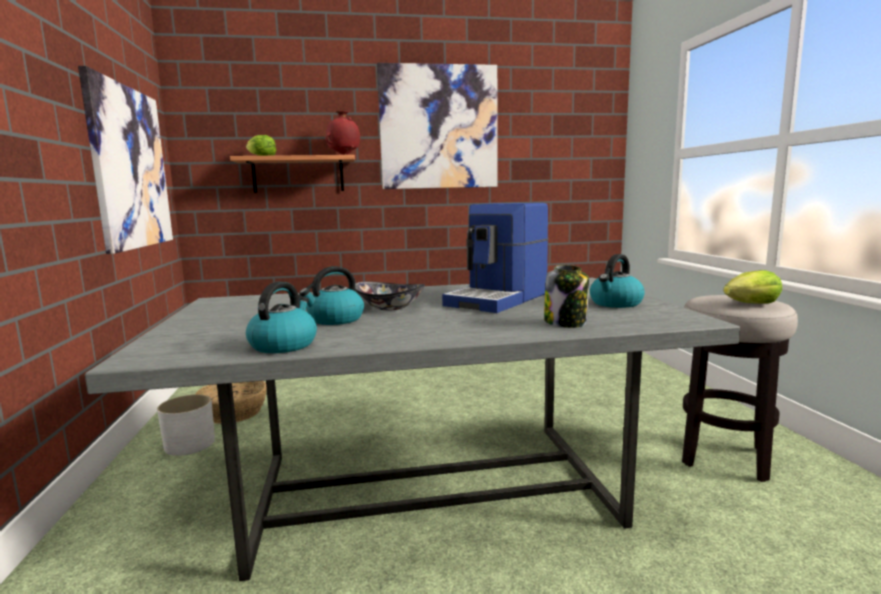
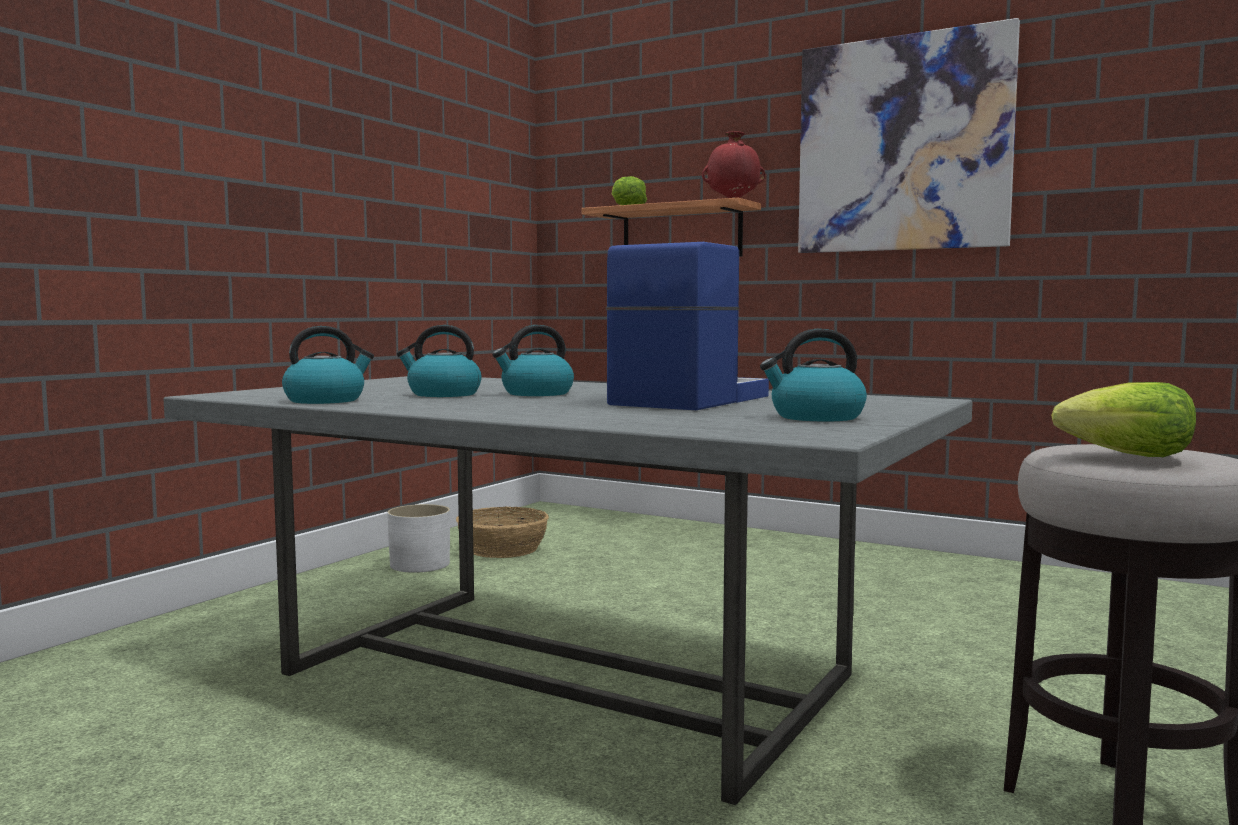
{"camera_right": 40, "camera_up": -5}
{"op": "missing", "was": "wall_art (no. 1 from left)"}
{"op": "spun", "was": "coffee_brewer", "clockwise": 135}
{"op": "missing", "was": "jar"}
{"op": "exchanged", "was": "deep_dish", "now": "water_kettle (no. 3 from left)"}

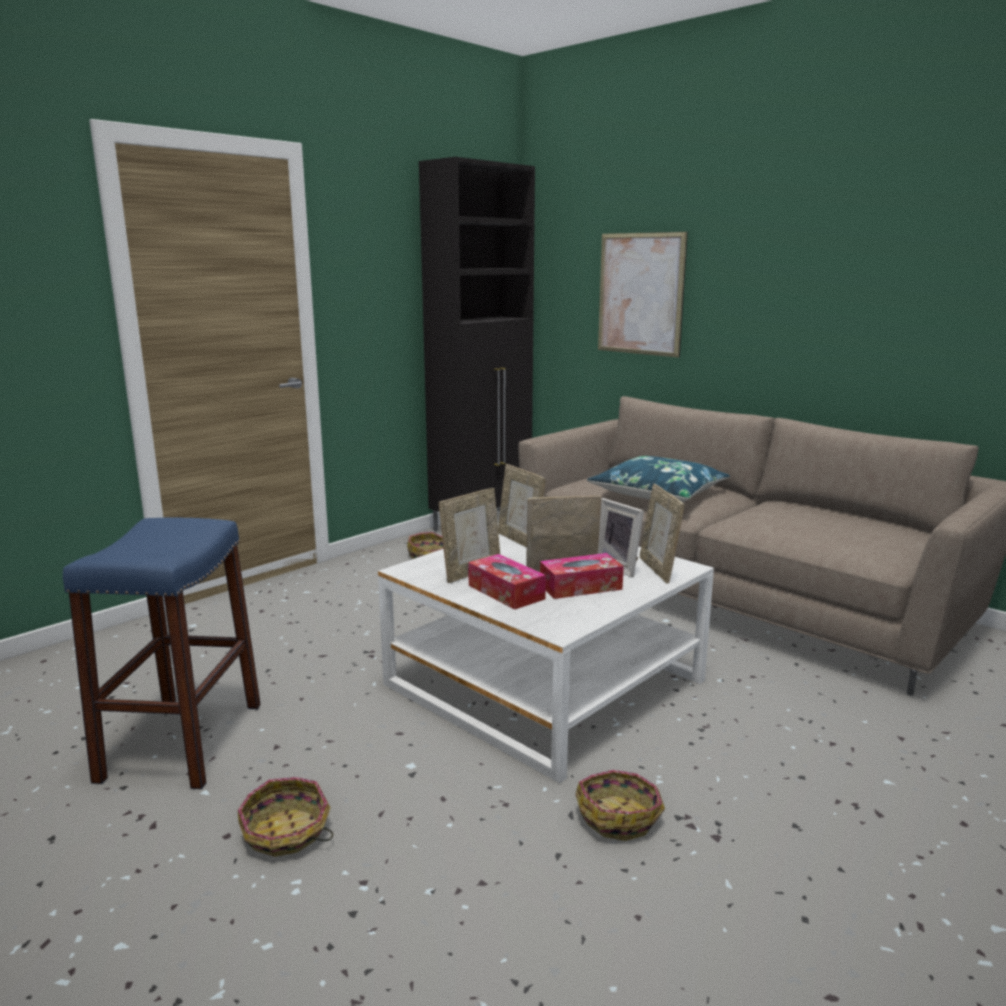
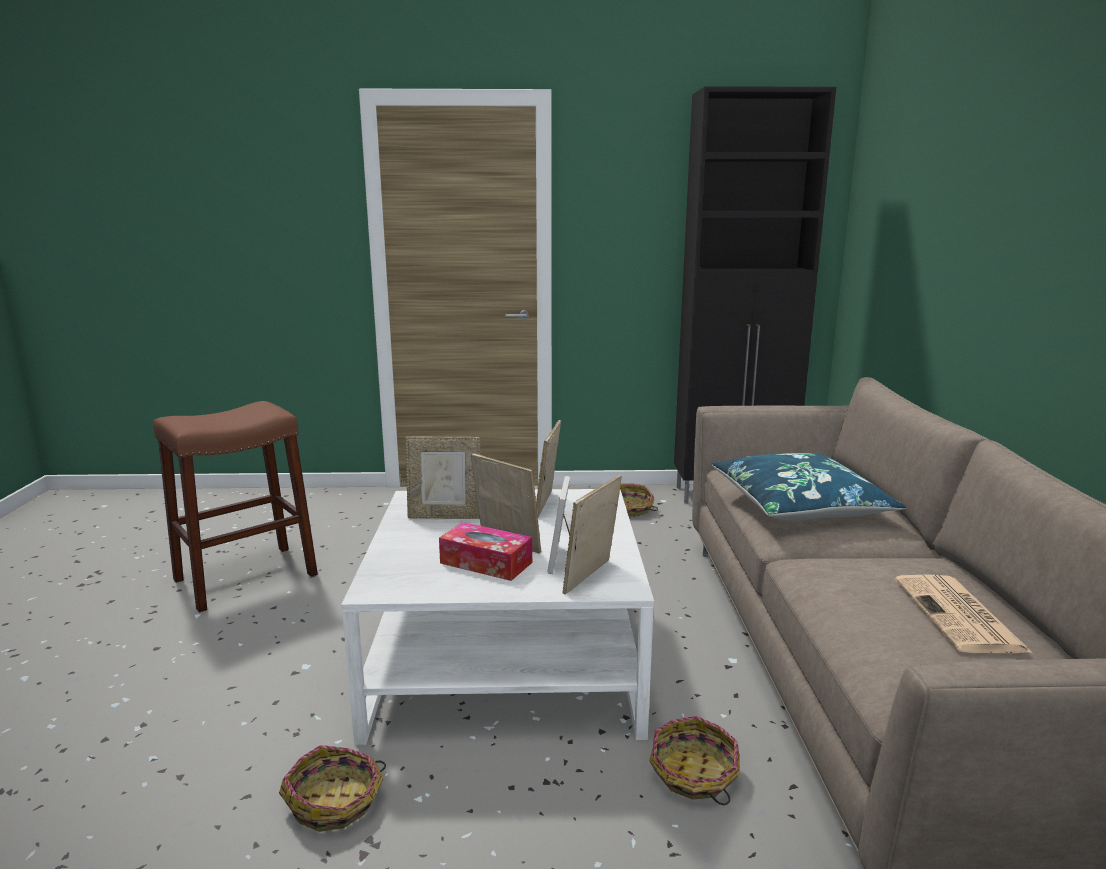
{"camera_right": 45, "camera_up": 0}
{"op": "missing", "was": "wall_art"}
{"op": "colour", "was": "blue-coloured_sitting_stool", "now": "brownish_sitting_stool"}
{"op": "missing", "was": "tissue_holder (no. 1 from left)"}
{"op": "relocated", "was": "storage_basket (no. 1 from left in the first image)", "now": "storage_basket (no. 3 from left)"}
{"op": "appeared", "now": "daily_paper"}

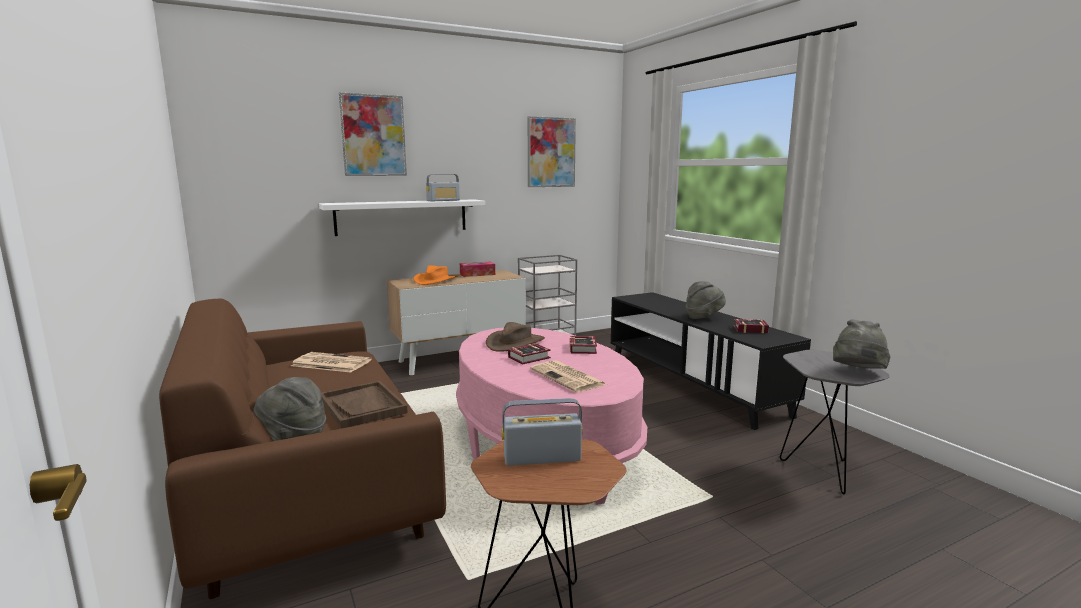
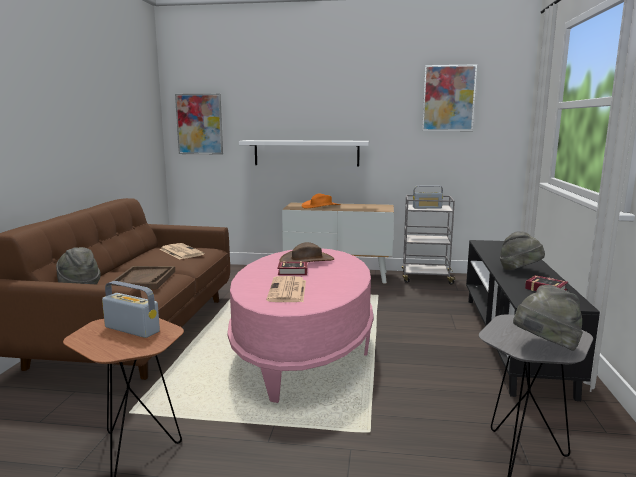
{"camera_right": 35, "camera_up": 0}
{"op": "relocated", "was": "wall_art (no. 1 from left)"}
{"op": "relocated", "was": "radio_receiver (no. 1 from left in the first image)", "now": "radio_receiver (no. 2 from left)"}
{"op": "missing", "was": "tissue_holder"}
{"op": "missing", "was": "bound_book (no. 2 from left)"}

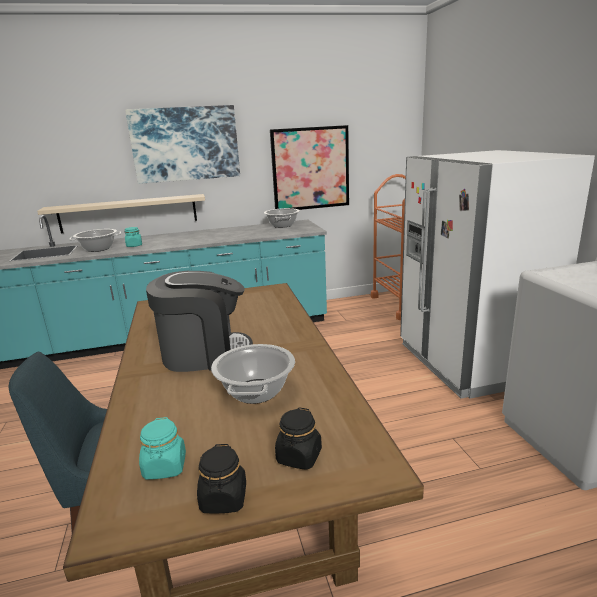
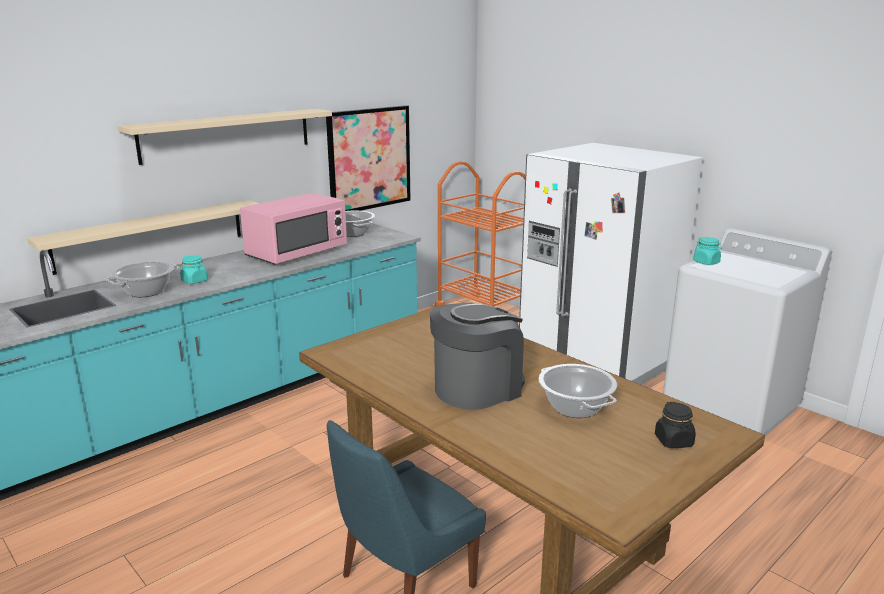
{"camera_right": -30, "camera_up": 0}
{"op": "exchanged", "was": "wall_art (no. 1 from left)", "now": "beige_wall_shelf (no. 2 from left)"}
{"op": "relocated", "was": "turquoise-coloured_jar (no. 2 from left)"}
{"op": "missing", "was": "blackish_jar (no. 1 from left)"}
{"op": "appeared", "now": "pink-coloured_microwave"}

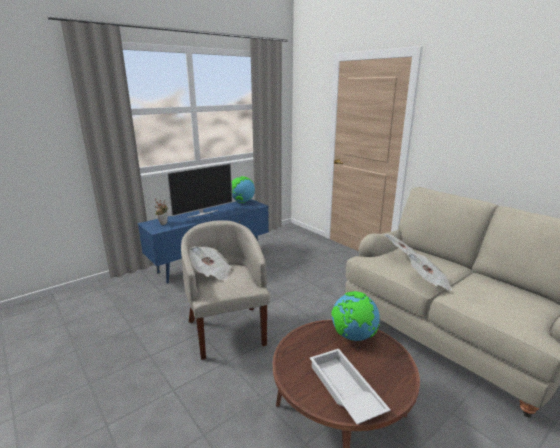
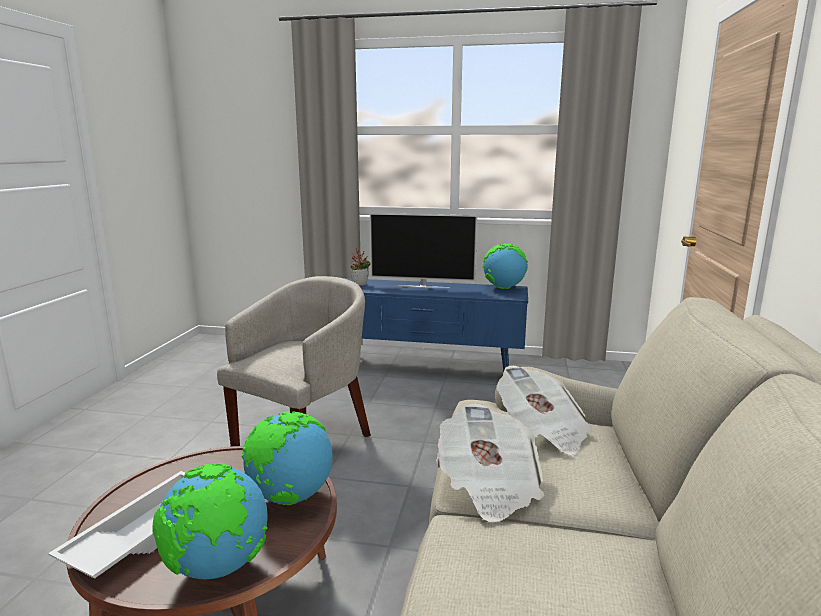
{"camera_right": 50, "camera_up": -5}
{"op": "missing", "was": "daily_paper (no. 1 from left)"}
{"op": "appeared", "now": "world_globe (no. 1 from left)"}

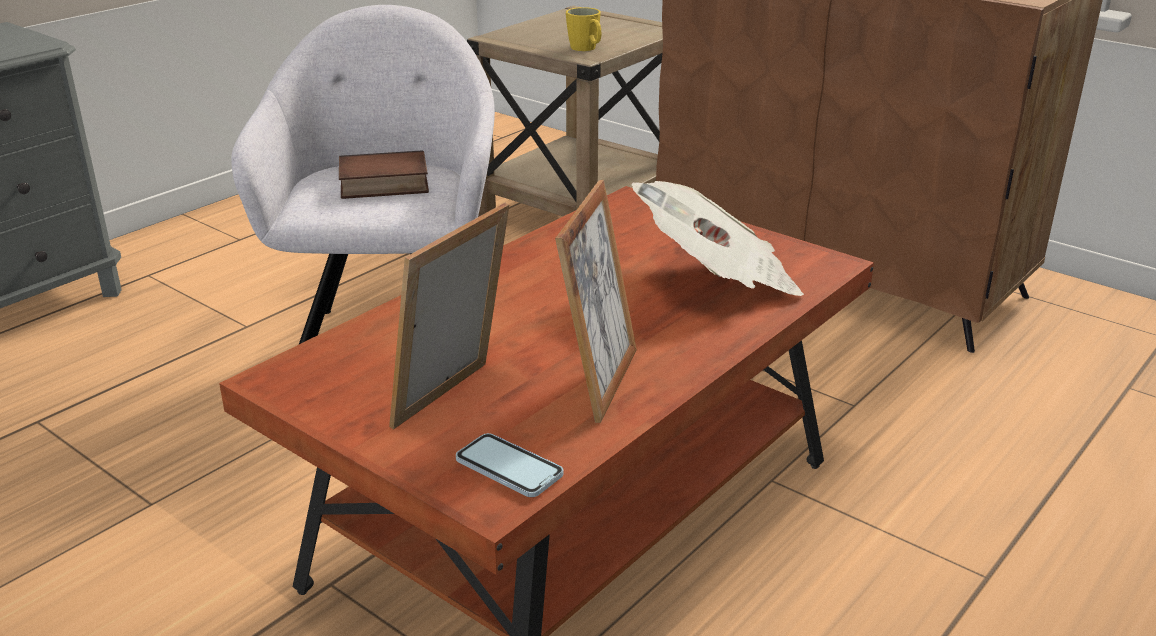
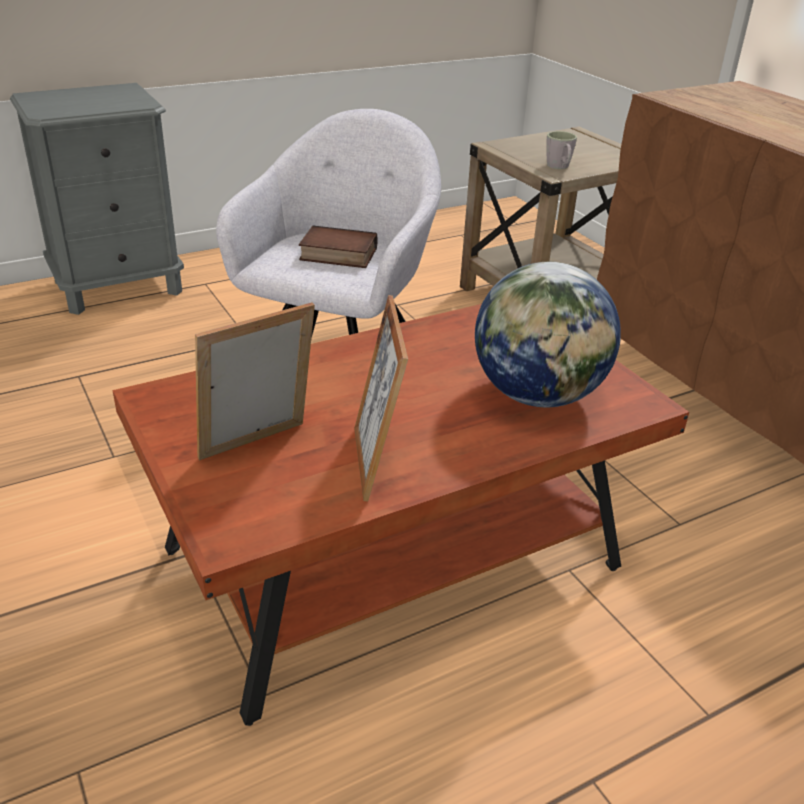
{"camera_right": 20, "camera_up": 5}
{"op": "colour", "was": "yellow_coffee_mug", "now": "grey_coffee_mug"}
{"op": "spun", "was": "photo_frame (no. 2 from left)", "clockwise": 135}
{"op": "exchanged", "was": "daily_paper", "now": "world_globe"}
{"op": "missing", "was": "telephone"}

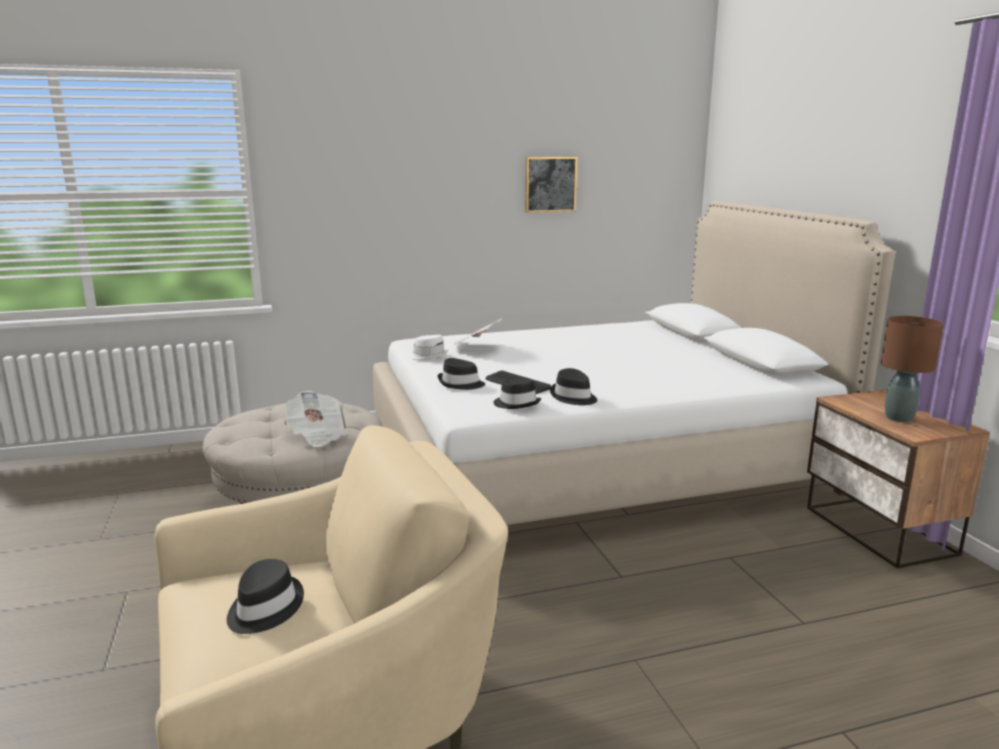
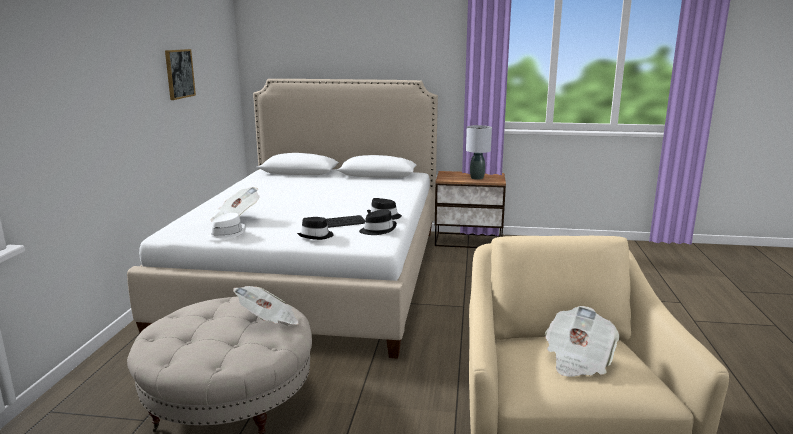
{"camera_right": -65, "camera_up": 0}
{"op": "colour", "was": "brownish_lamp_for_a_table", "now": "grey_lamp_for_a_table"}
{"op": "exchanged", "was": "blackish_wearable_hat (no. 1 from left)", "now": "daily_paper (no. 3 from left)"}

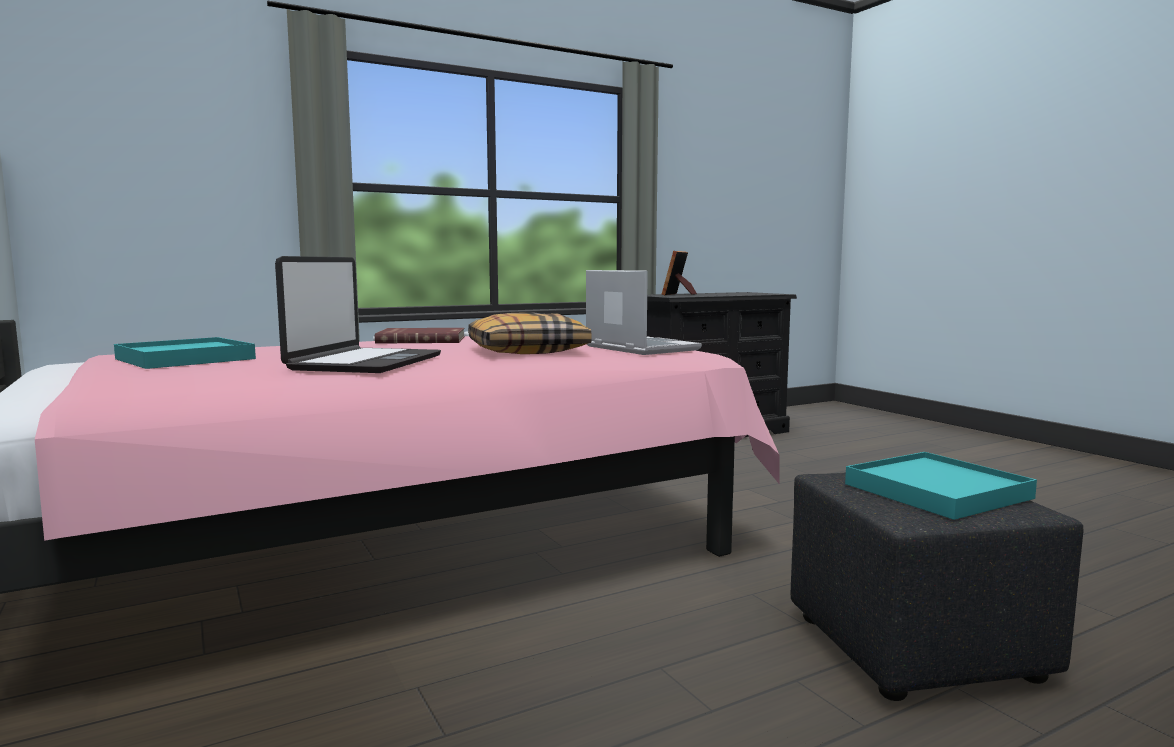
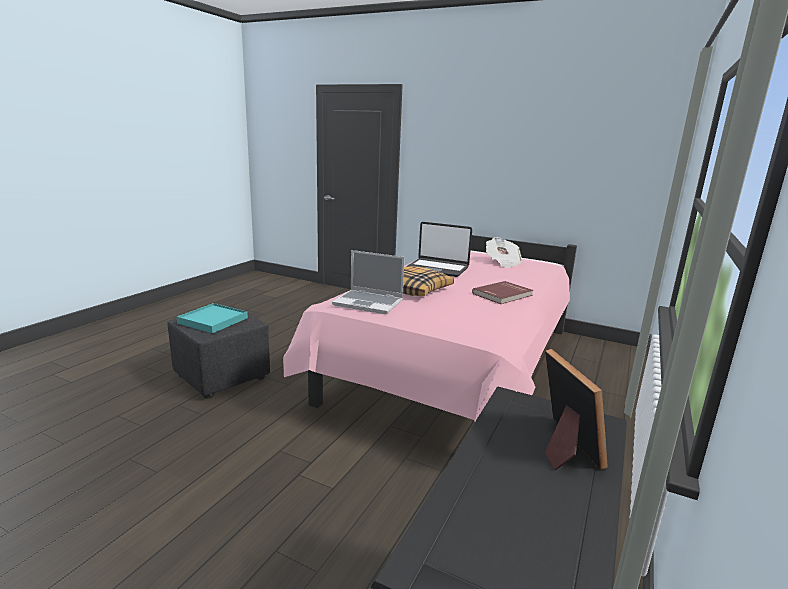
{"camera_right": 145, "camera_up": 10}
{"op": "spun", "was": "portable_computer (no. 1 from left in the first image)", "clockwise": -45}
{"op": "exchanged", "was": "turquoise-coloured_carrying_tray (no. 1 from left)", "now": "daily_paper"}

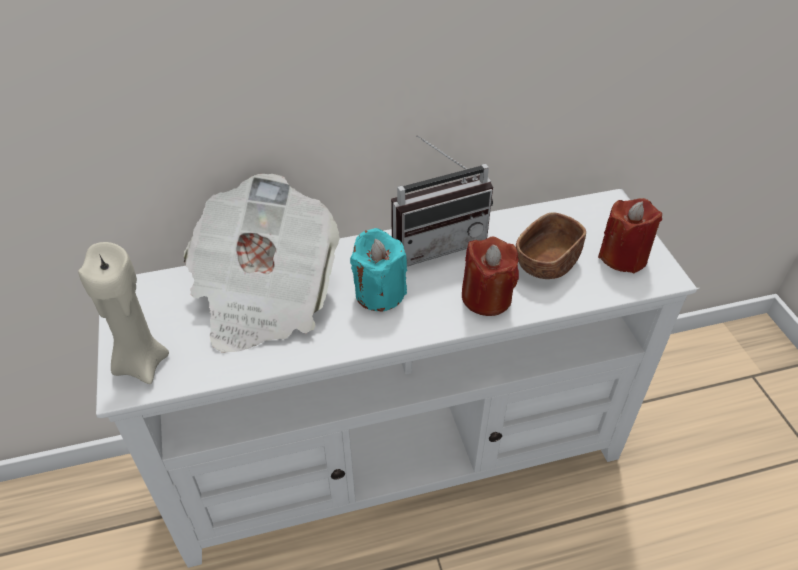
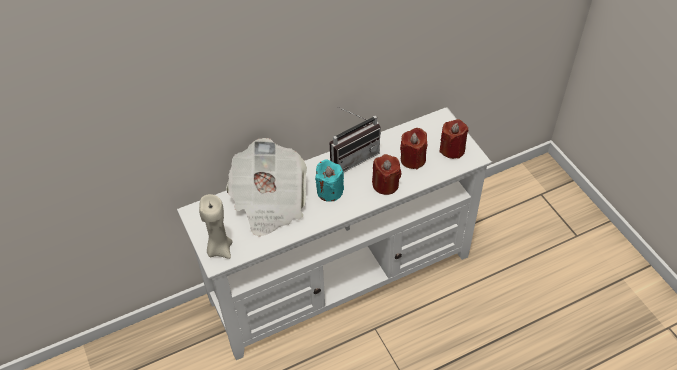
{"camera_right": -10, "camera_up": 5}
{"op": "exchanged", "was": "brownish_deep_dish", "now": "red-coloured_wax_light (no. 2 from left)"}

